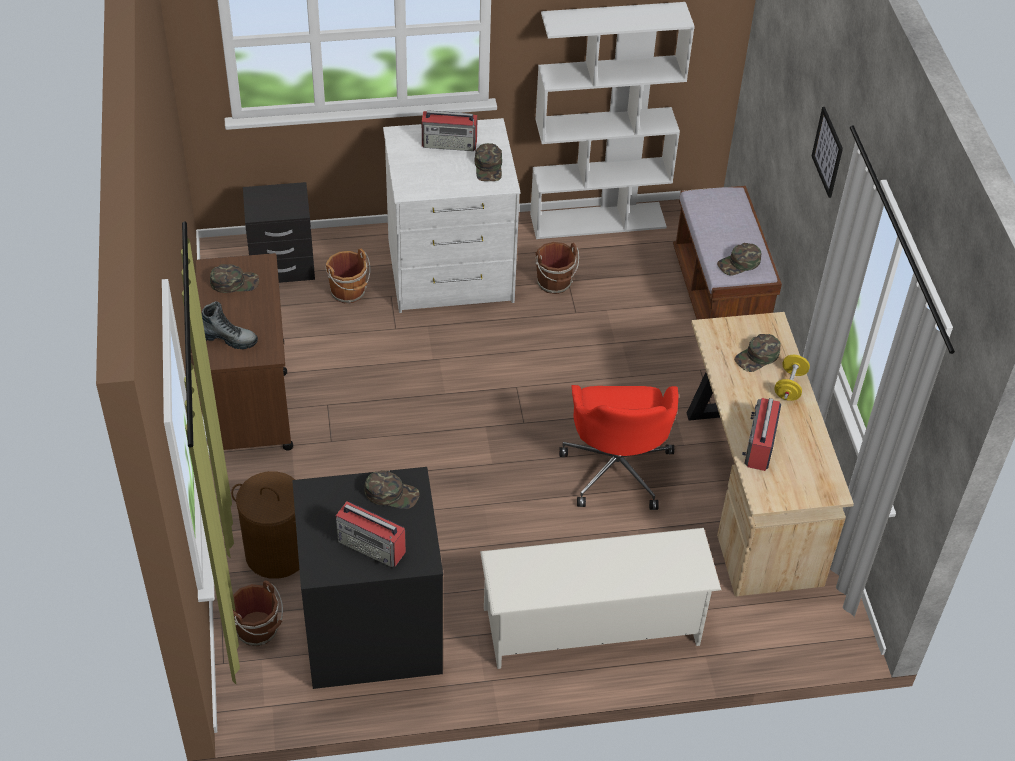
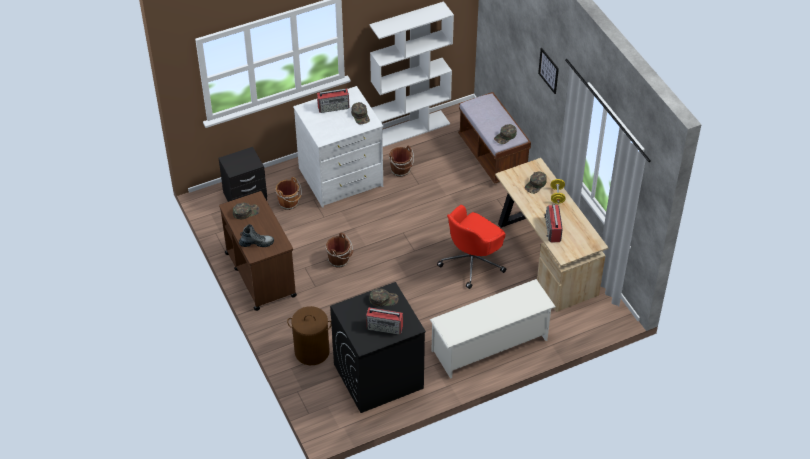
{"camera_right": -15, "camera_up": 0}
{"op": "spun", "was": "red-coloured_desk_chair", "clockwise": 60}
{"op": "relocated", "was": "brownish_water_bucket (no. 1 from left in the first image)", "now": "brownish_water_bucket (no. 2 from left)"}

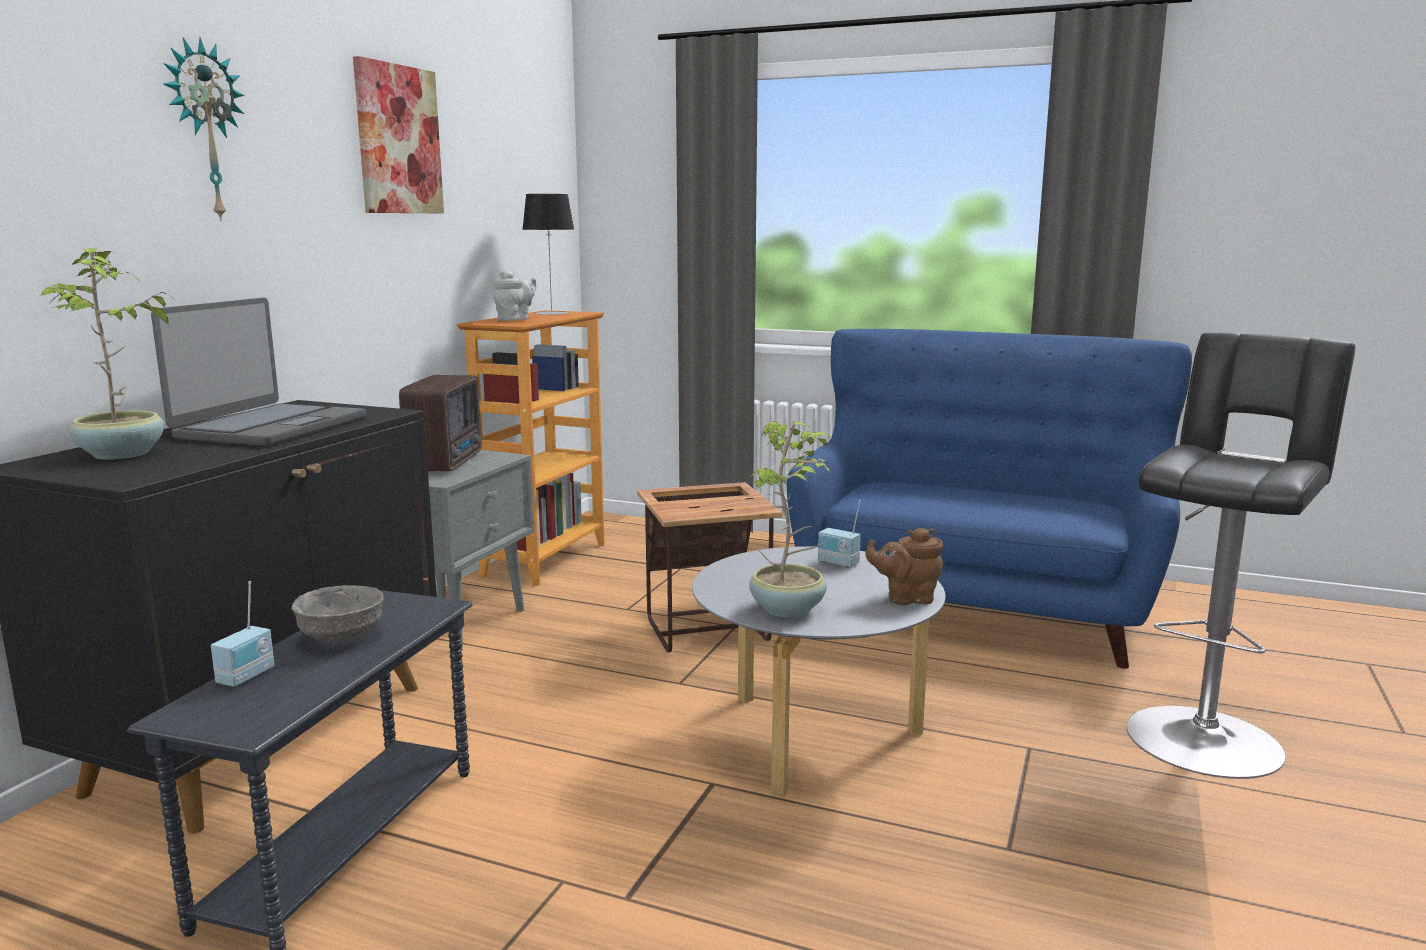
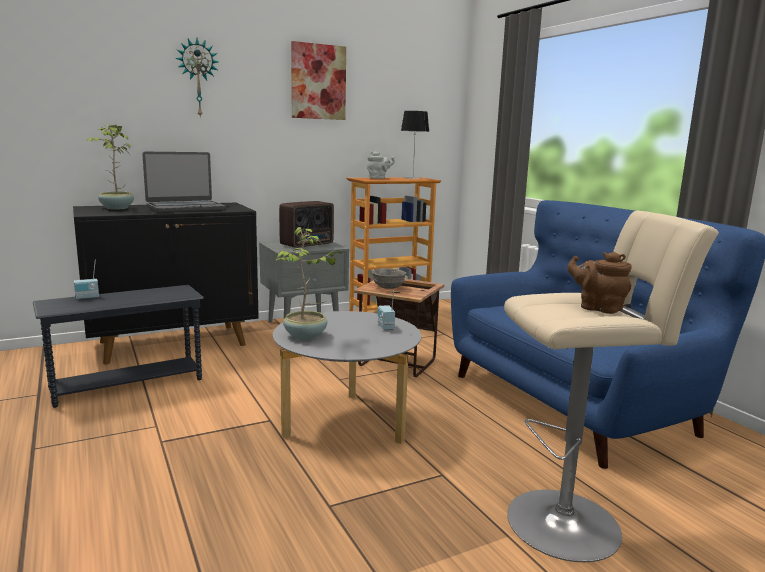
{"camera_right": 40, "camera_up": 0}
{"op": "colour", "was": "blackish_sitting_stool", "now": "beige_sitting_stool"}
{"op": "relocated", "was": "brownish_teapot"}
{"op": "relocated", "was": "grey_deep_dish"}

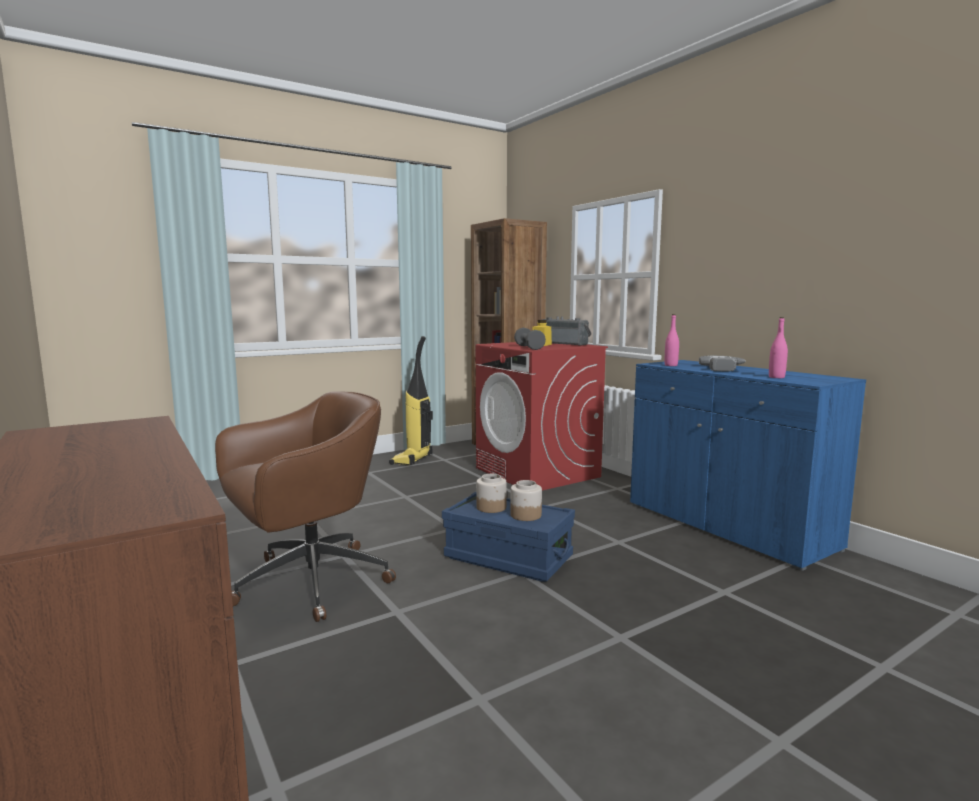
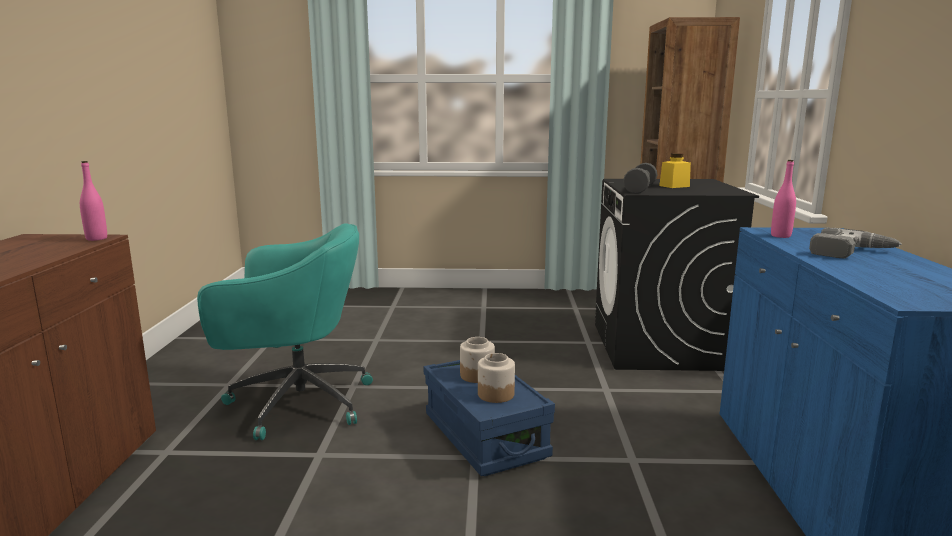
{"camera_right": 35, "camera_up": 5}
{"op": "missing", "was": "radio_receiver"}
{"op": "relocated", "was": "pink-coloured_beverage_bottle (no. 2 from left in the first image)", "now": "pink-coloured_beverage_bottle (no. 1 from left)"}
{"op": "missing", "was": "vacuum_cleaner"}
{"op": "colour", "was": "red-coloured_washing_machine", "now": "blackish_washing_machine"}
{"op": "colour", "was": "brownish_desk_chair", "now": "turquoise-coloured_desk_chair"}

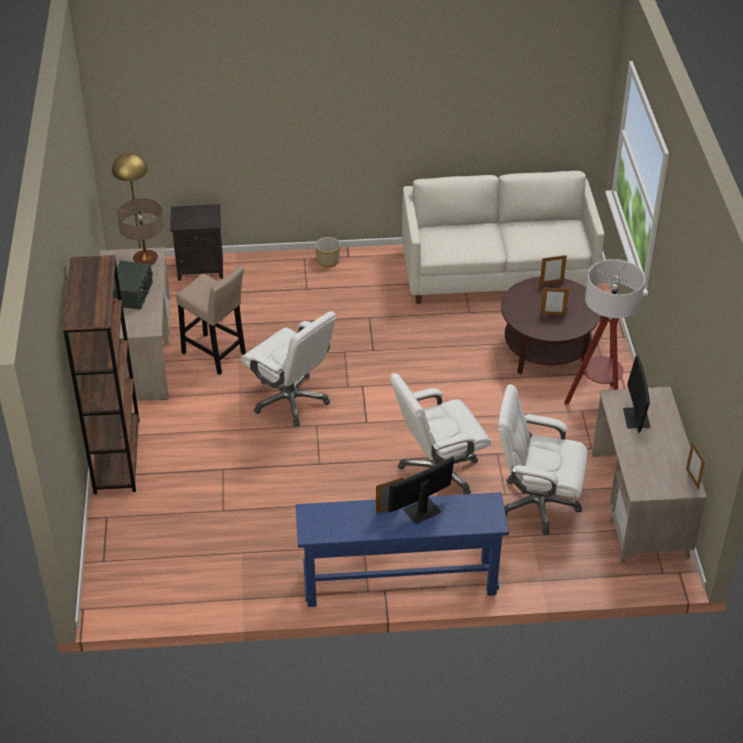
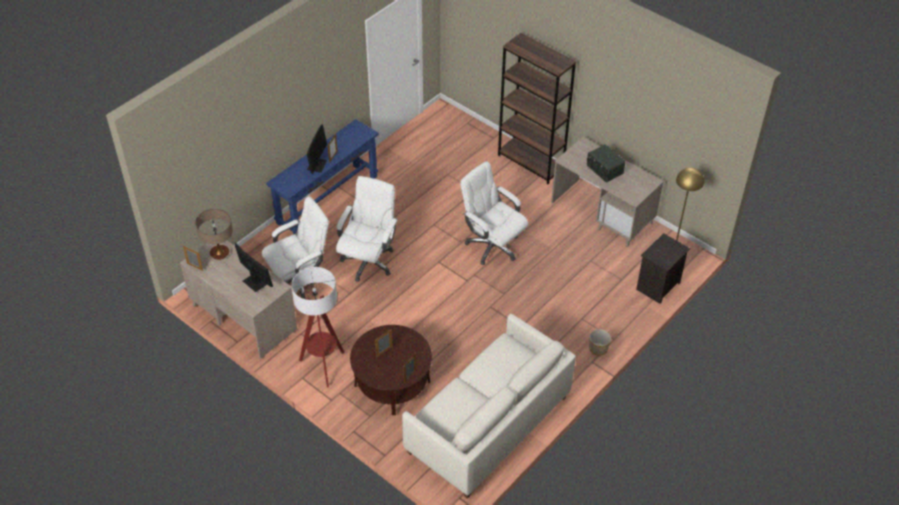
{"camera_right": 135, "camera_up": 5}
{"op": "relocated", "was": "lamp_for_a_table"}
{"op": "missing", "was": "beige_sitting_stool"}
{"op": "spun", "was": "white-coloured_desk_chair (no. 1 from left in the first image)", "clockwise": 45}

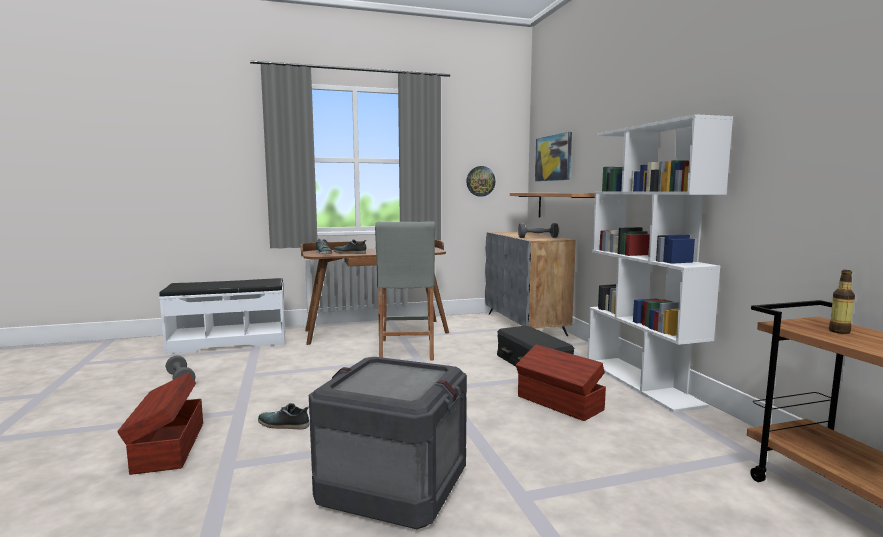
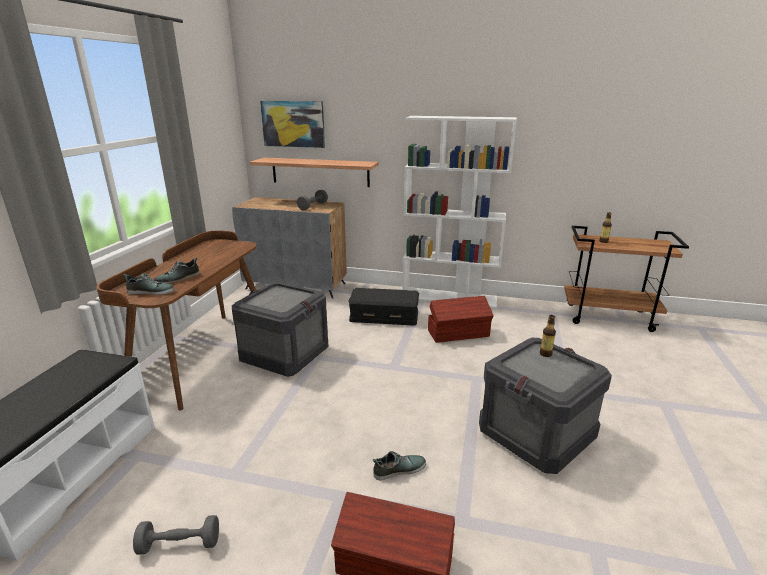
{"camera_right": -60, "camera_up": 15}
{"op": "missing", "was": "wall_clock"}
{"op": "exchanged", "was": "grey_sitting_stool", "now": "packing_crate (no. 1 from left)"}
{"op": "spun", "was": "low_shoe (no. 1 from left in the first image)", "clockwise": -150}
{"op": "appeared", "now": "beverage_bottle (no. 1 from left)"}

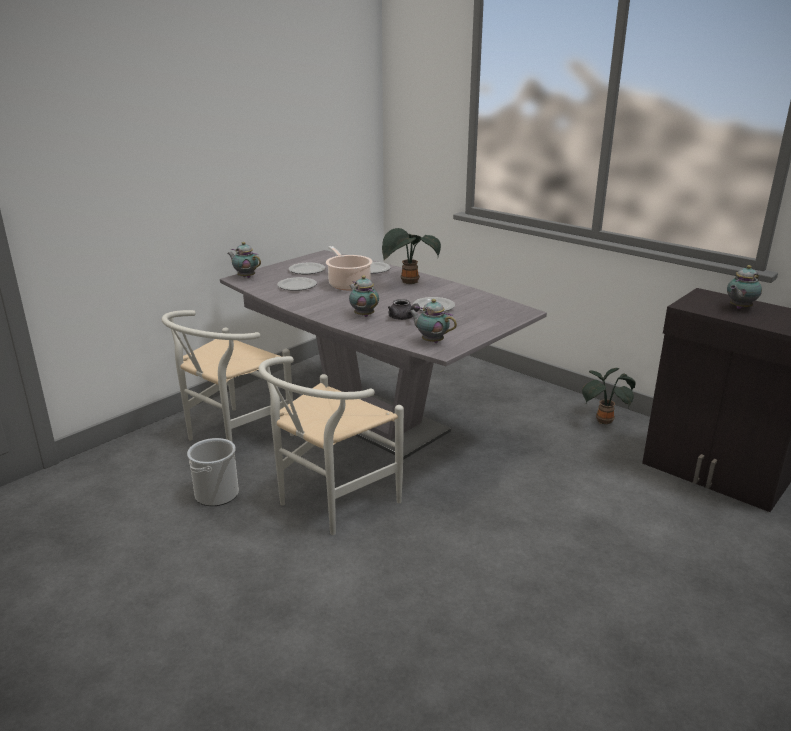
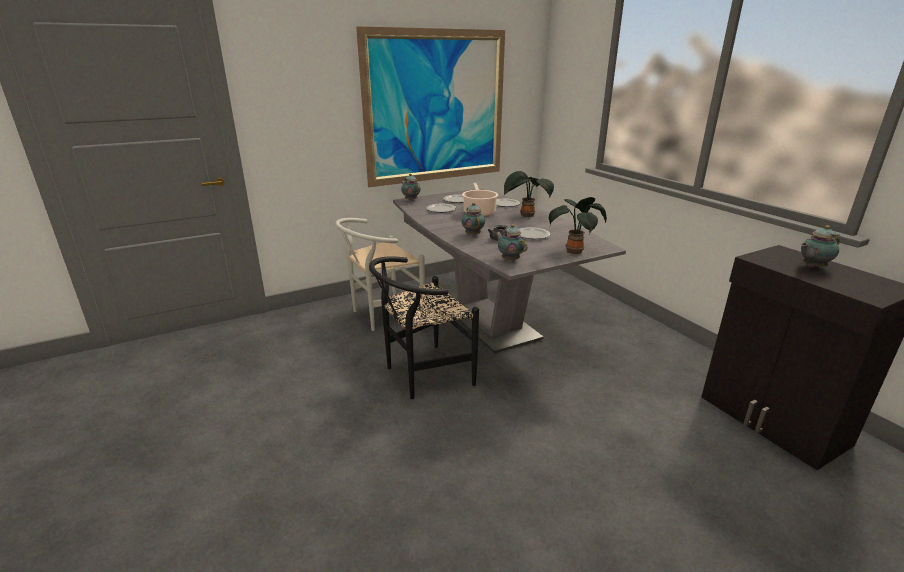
{"camera_right": 20, "camera_up": 0}
{"op": "colour", "was": "white-coloured_plain_chair (no. 2 from left)", "now": "blackish_plain_chair"}
{"op": "relocated", "was": "houseplant (no. 2 from left)"}
{"op": "missing", "was": "water_bucket"}
{"op": "appeared", "now": "wall_art"}

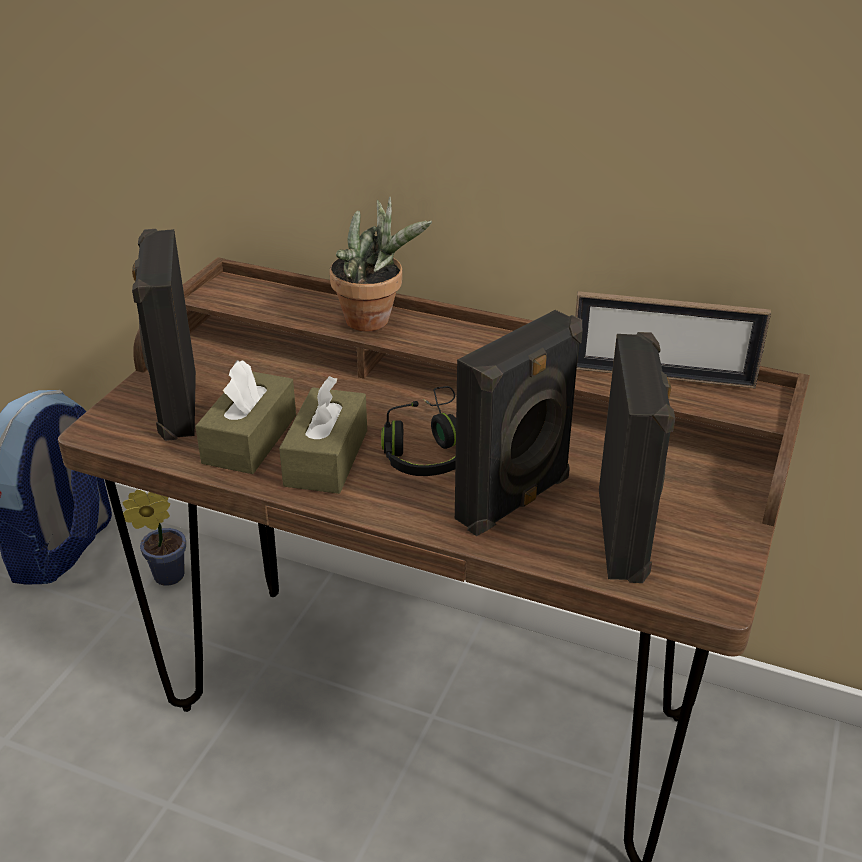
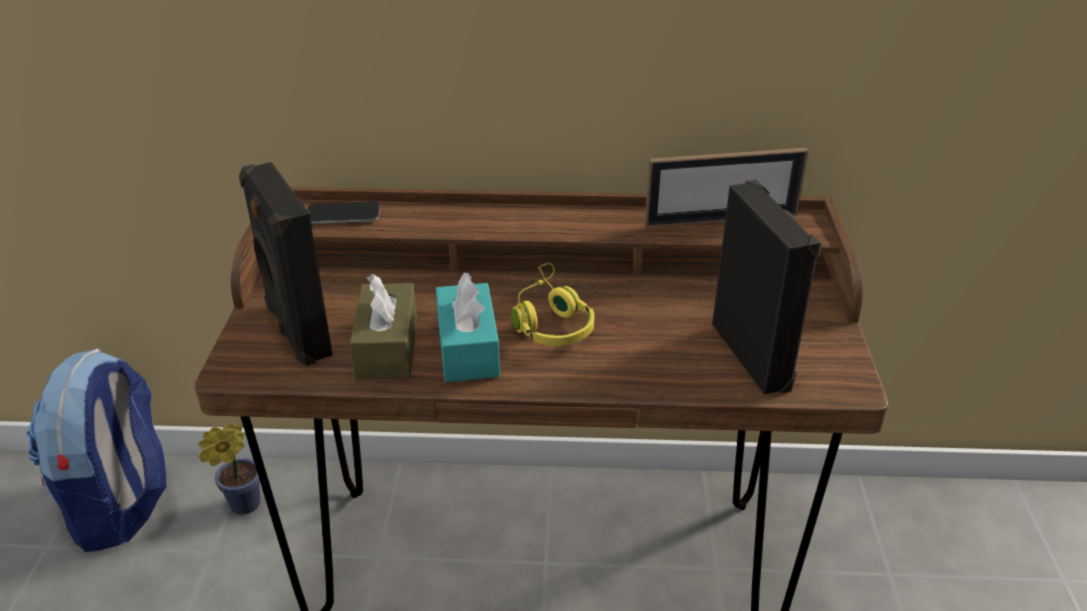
{"camera_right": -20, "camera_up": 0}
{"op": "missing", "was": "houseplant (no. 2 from left)"}
{"op": "missing", "was": "blackish_loudspeaker (no. 2 from left)"}
{"op": "colour", "was": "brownish_tissue_holder (no. 2 from left)", "now": "turquoise-coloured_tissue_holder"}
{"op": "colour", "was": "blackish_headphones", "now": "yellow_headphones"}
{"op": "appeared", "now": "telephone"}

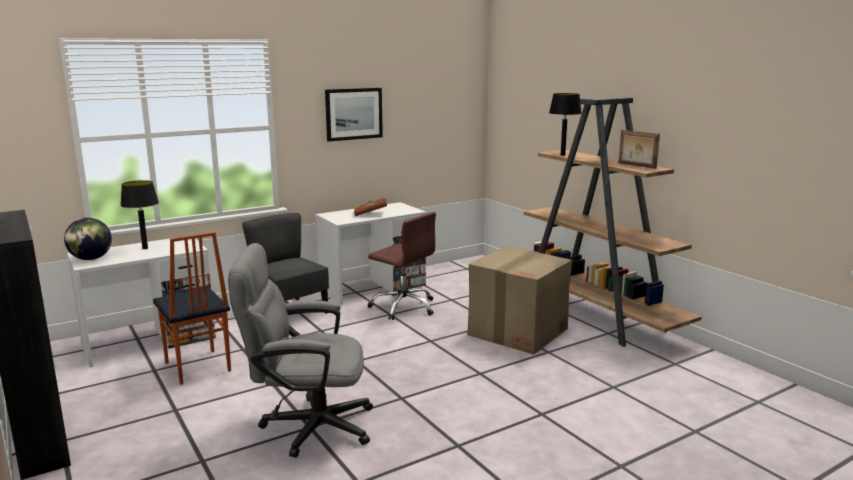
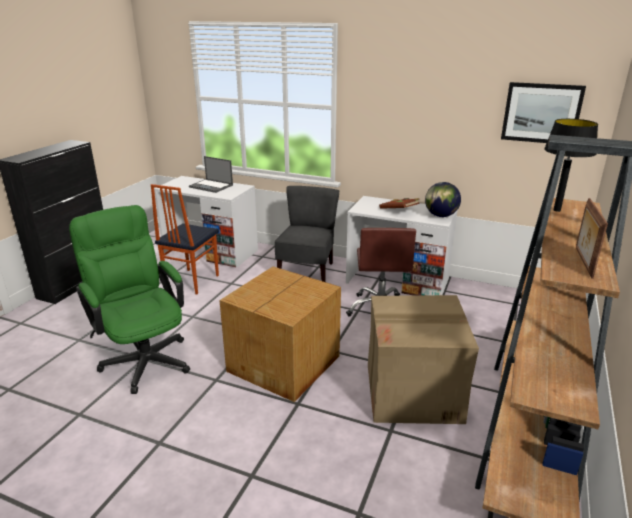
{"camera_right": 55, "camera_up": 10}
{"op": "relocated", "was": "wall_art"}
{"op": "exchanged", "was": "blackish_lamp_for_a_table (no. 1 from left)", "now": "portable_computer"}
{"op": "relocated", "was": "world_globe"}
{"op": "colour", "was": "grey_desk_chair", "now": "green-coloured_desk_chair"}
{"op": "appeared", "now": "packing_box (no. 1 from left)"}

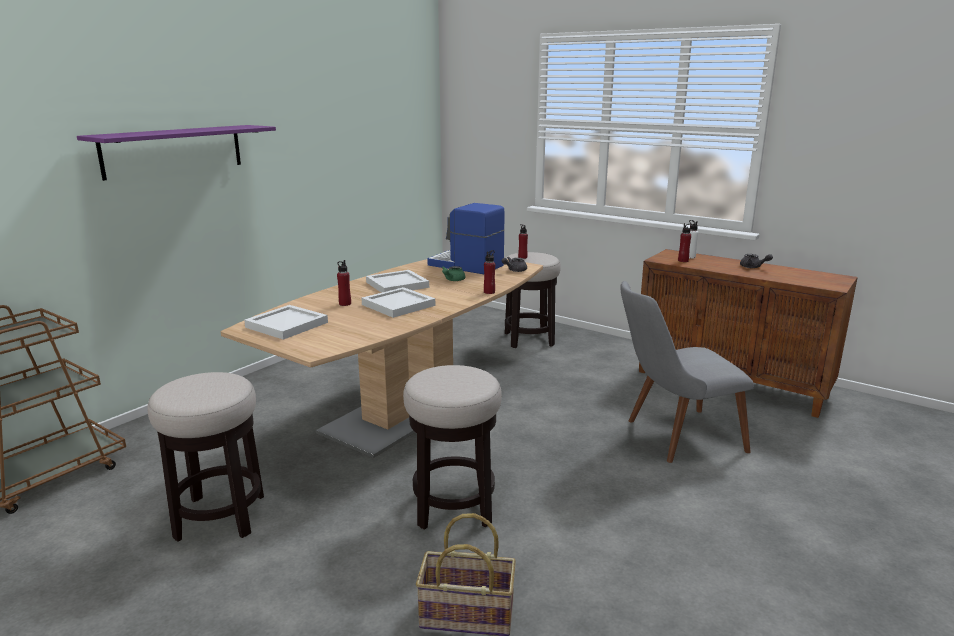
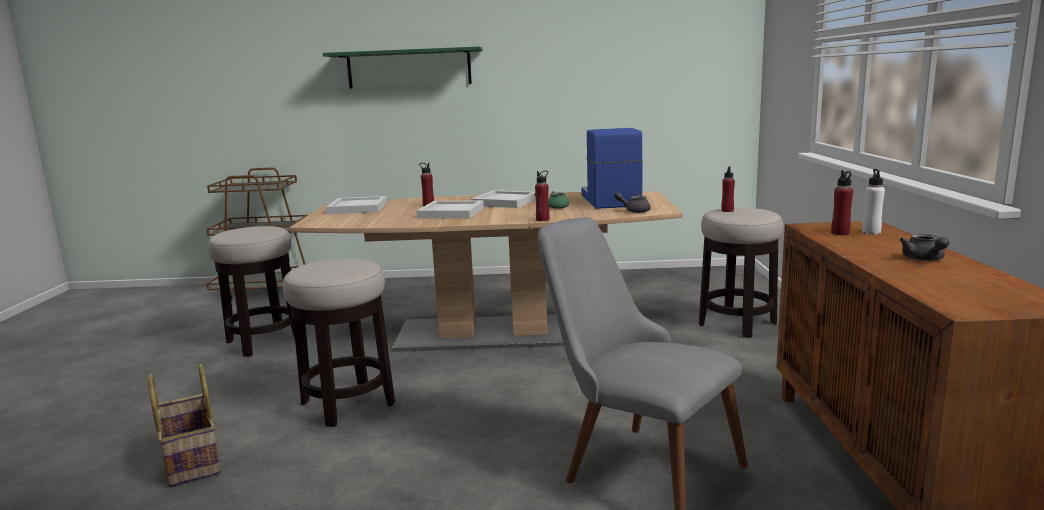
{"camera_right": 55, "camera_up": -5}
{"op": "colour", "was": "purplish_wall_shelf", "now": "green-coloured_wall_shelf"}

